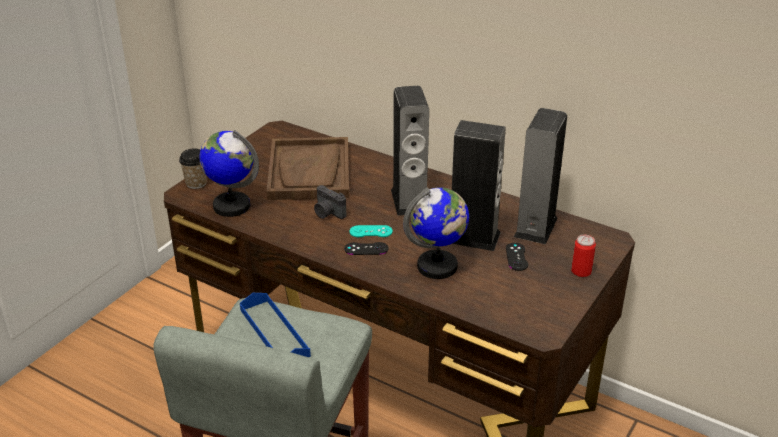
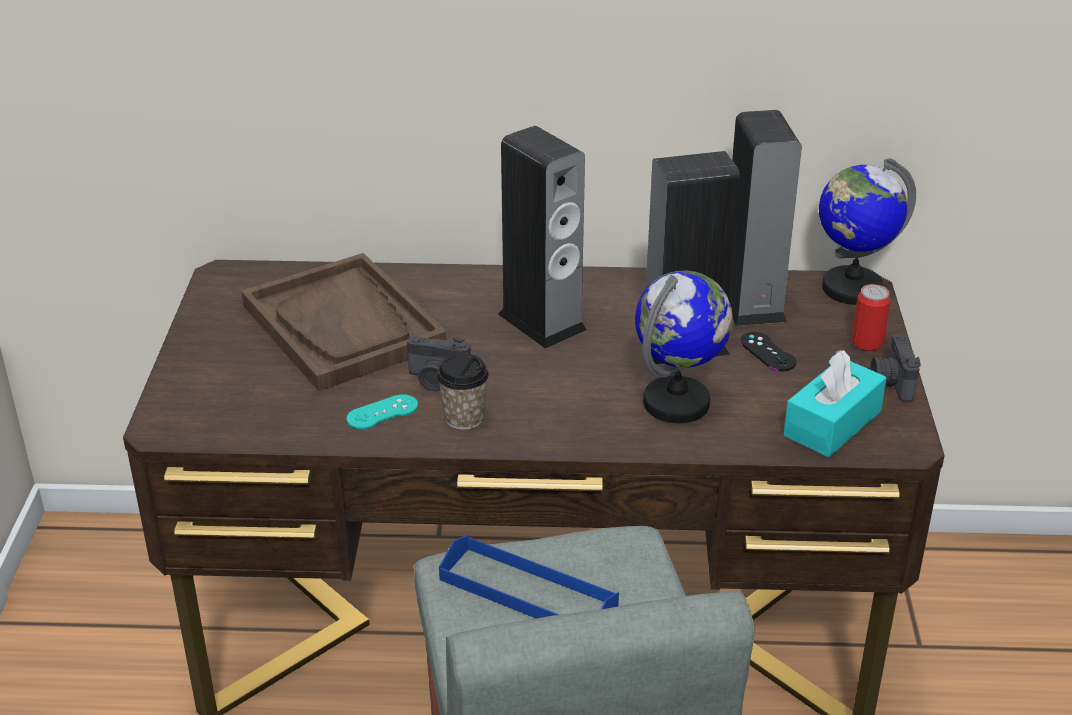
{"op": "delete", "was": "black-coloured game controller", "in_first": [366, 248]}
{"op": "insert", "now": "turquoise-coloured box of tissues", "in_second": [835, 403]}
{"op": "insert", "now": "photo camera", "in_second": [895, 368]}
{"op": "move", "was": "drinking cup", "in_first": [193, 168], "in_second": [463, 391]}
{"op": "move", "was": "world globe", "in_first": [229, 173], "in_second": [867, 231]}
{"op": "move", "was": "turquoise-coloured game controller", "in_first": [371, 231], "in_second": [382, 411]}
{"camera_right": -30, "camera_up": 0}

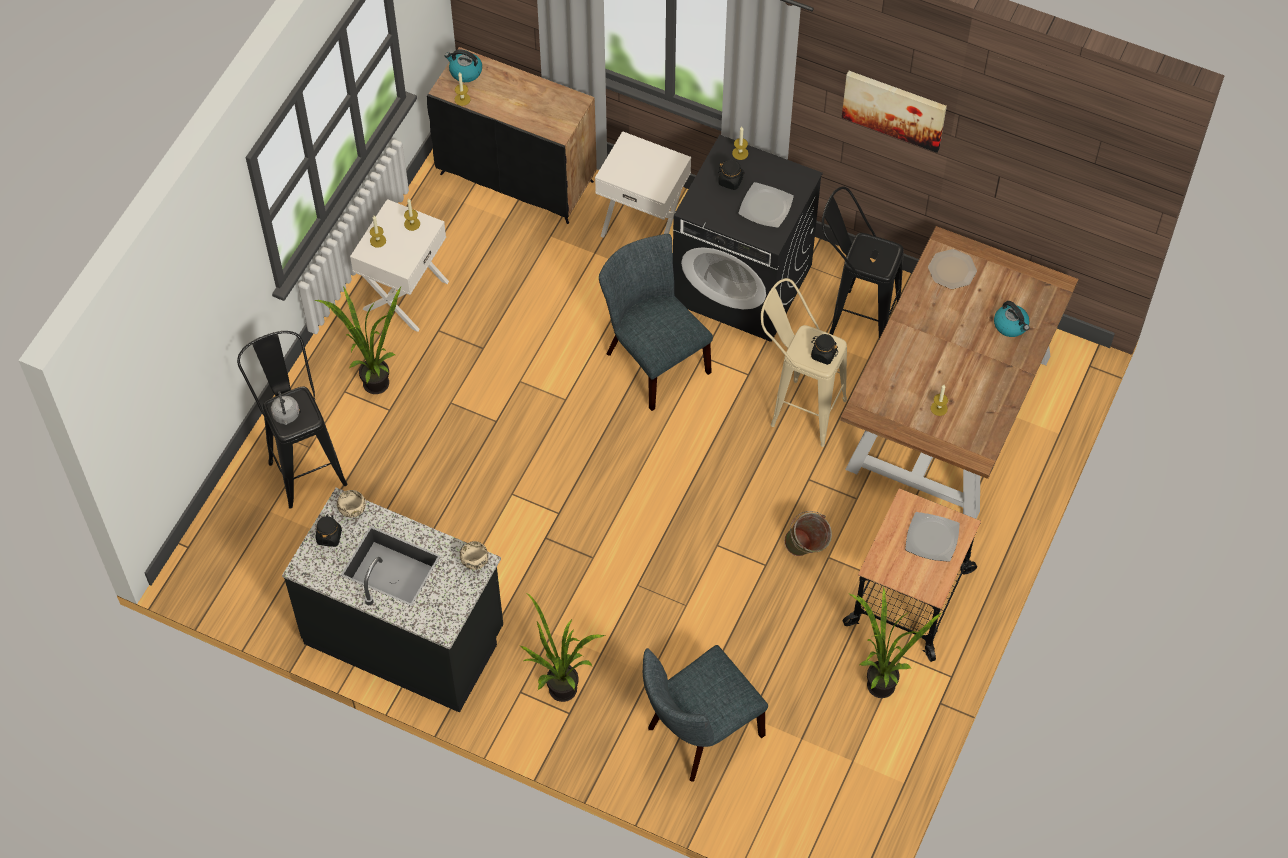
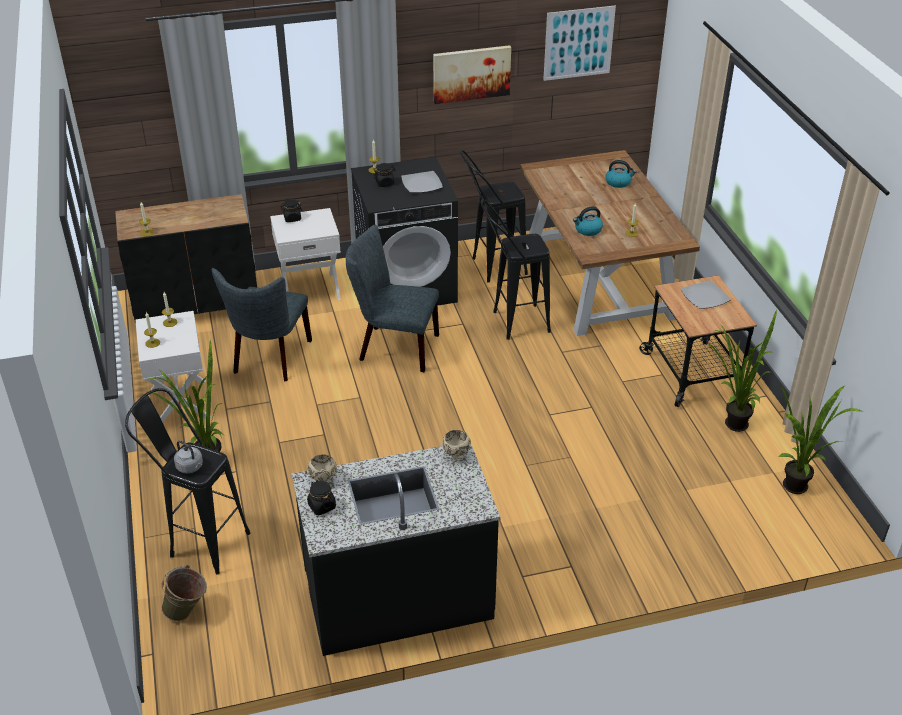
{"op": "delete", "was": "plate", "in_first": [952, 269]}
{"op": "insert", "now": "wall picture", "in_second": [579, 43]}
{"op": "move", "was": "kettle", "in_first": [463, 65], "in_second": [588, 221]}
{"op": "move", "was": "houseplant", "in_first": [562, 647], "in_second": [820, 439]}
{"op": "move", "was": "greyish upright chair", "in_first": [705, 713], "in_second": [262, 325]}
{"op": "move", "was": "greenish water bucket", "in_first": [808, 533], "in_second": [184, 593]}
{"op": "move", "was": "black-coloured jar", "in_first": [824, 349], "in_second": [291, 210]}
{"op": "recolor", "was": "beige sitting stool", "now": "black-coloured sitting stool", "in_first": [804, 362], "in_second": [516, 269]}
{"camera_right": -40, "camera_up": -20}

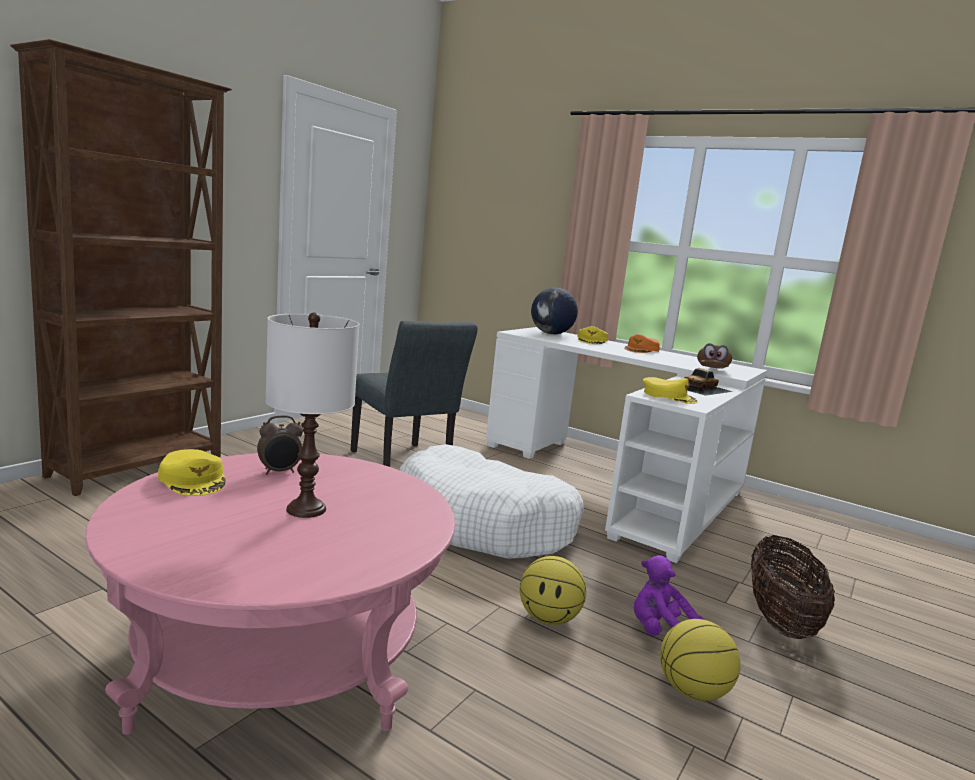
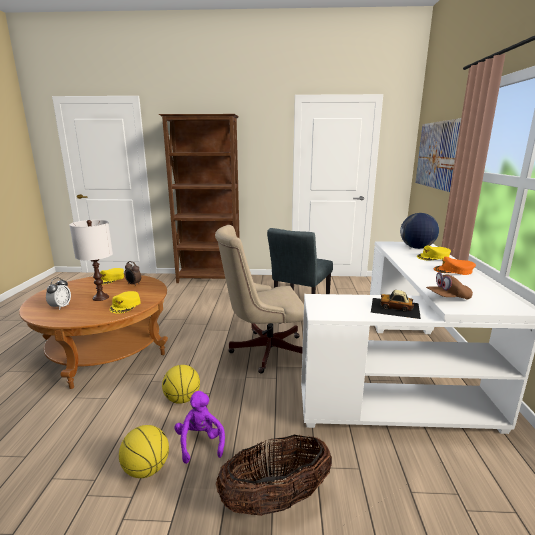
{"op": "insert", "now": "table clock", "in_second": [58, 294]}
{"op": "insert", "now": "wall picture", "in_second": [438, 155]}
{"op": "move", "was": "yellow peaked cap", "in_first": [670, 390], "in_second": [125, 302]}
{"op": "replace", "was": "whitish dog bed", "now": "beige desk chair", "in_first": [491, 501], "in_second": [259, 299]}
{"op": "recolor", "was": "pinkish low table", "now": "brownish low table", "in_first": [270, 594], "in_second": [93, 332]}
{"camera_right": 60, "camera_up": 5}

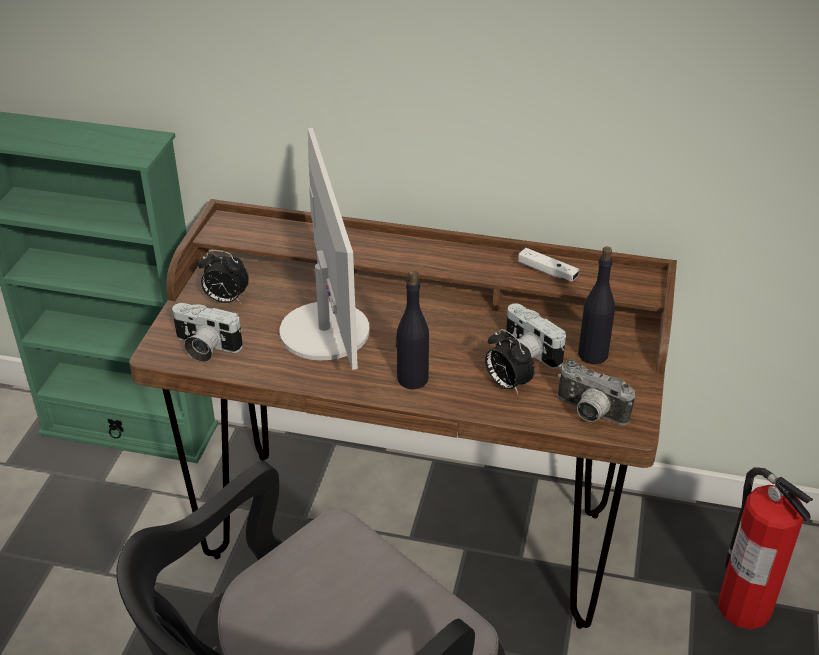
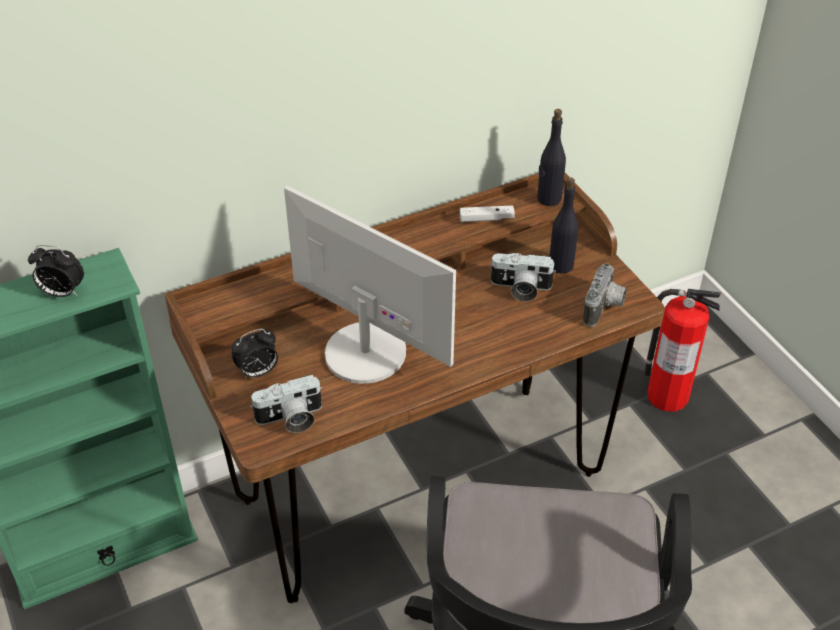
{"op": "move", "was": "black-coloured beverage bottle", "in_first": [412, 330], "in_second": [551, 157]}
{"op": "move", "was": "table clock", "in_first": [510, 361], "in_second": [56, 271]}
{"op": "rotate", "was": "photo camera", "in_first": [596, 392], "in_second": [605, 295], "clockwise": -60}
{"camera_right": -40, "camera_up": 5}

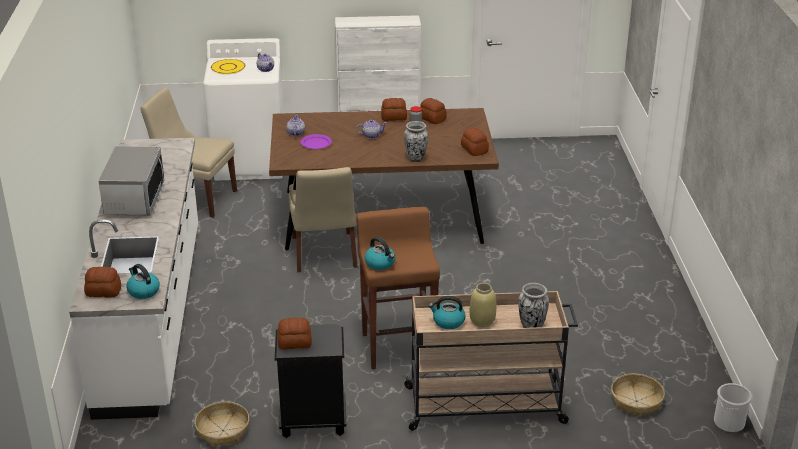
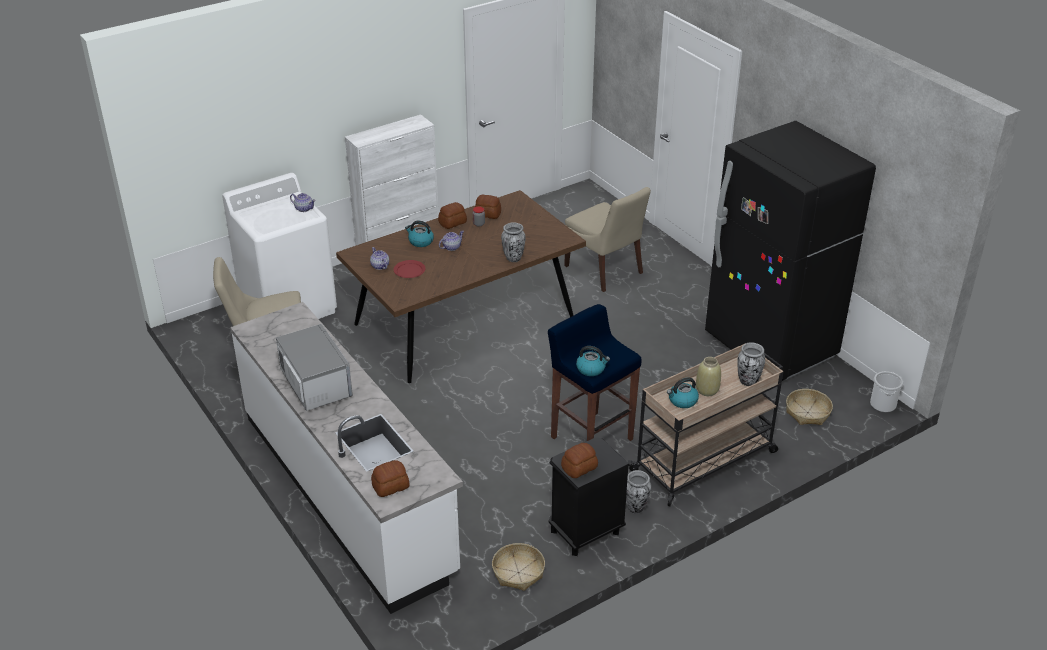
{"op": "delete", "was": "yellow plate", "in_first": [228, 66]}
{"op": "delete", "was": "bread", "in_first": [475, 142]}
{"op": "insert", "now": "flower vase", "in_second": [638, 492]}
{"op": "insert", "now": "black-coloured kitchen fridge", "in_second": [790, 251]}
{"op": "move", "was": "kettle", "in_first": [143, 281], "in_second": [419, 234]}
{"op": "move", "was": "beige upright chair", "in_first": [322, 219], "in_second": [607, 239]}
{"op": "recolor", "was": "purple-coloured plate", "now": "reddish plate", "in_first": [316, 141], "in_second": [409, 269]}
{"op": "recolor", "was": "brownish sitting stool", "now": "blue-coloured sitting stool", "in_first": [398, 288], "in_second": [595, 372]}
{"camera_right": -30, "camera_up": 5}

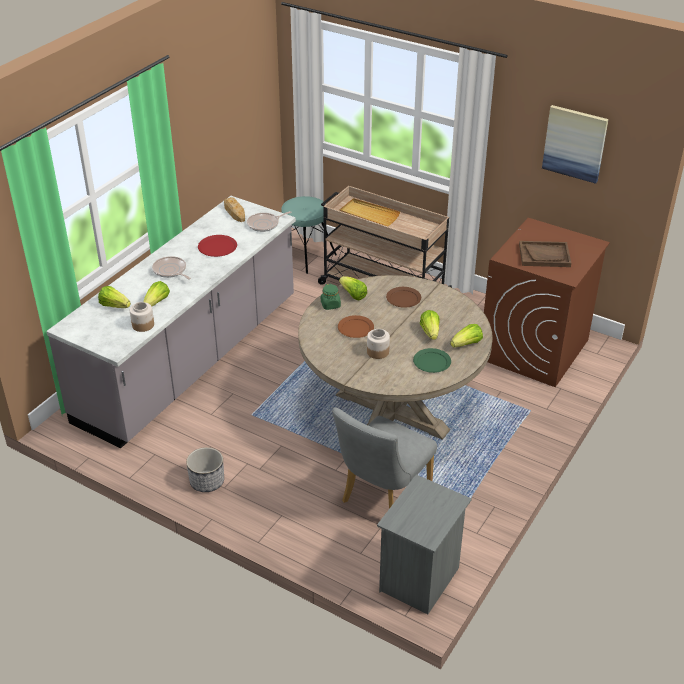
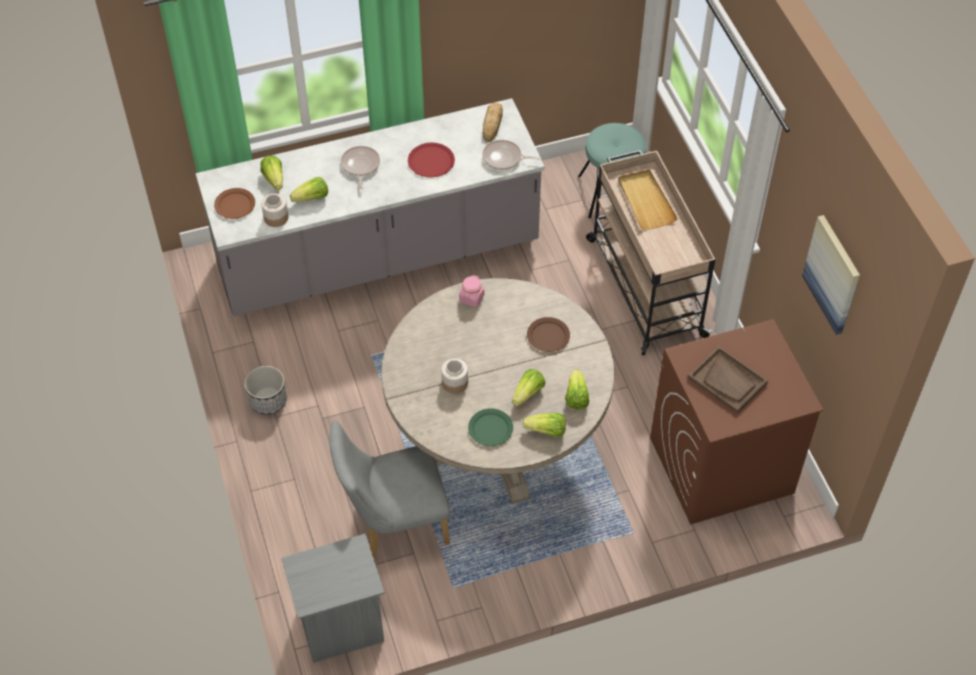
{"op": "move", "was": "brownish plate", "in_first": [356, 326], "in_second": [234, 203]}
{"op": "move", "was": "lettuce head", "in_first": [353, 288], "in_second": [577, 389]}
{"op": "recolor", "was": "greenish jar", "now": "pinkish jar", "in_first": [331, 296], "in_second": [471, 291]}
{"camera_right": 40, "camera_up": 15}

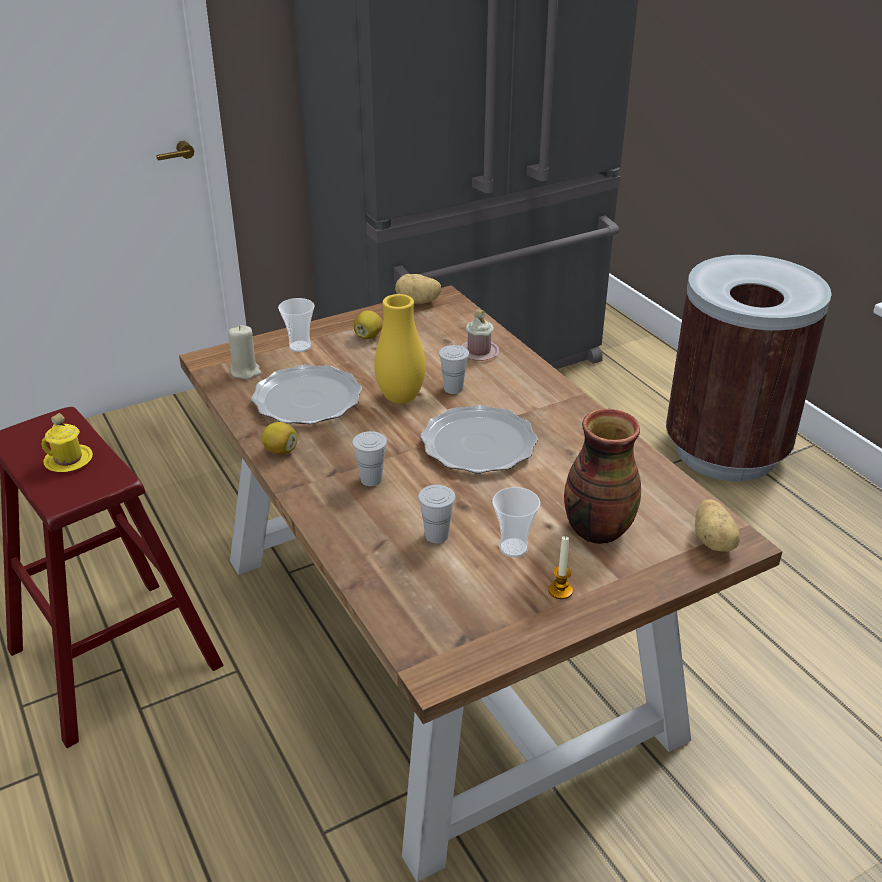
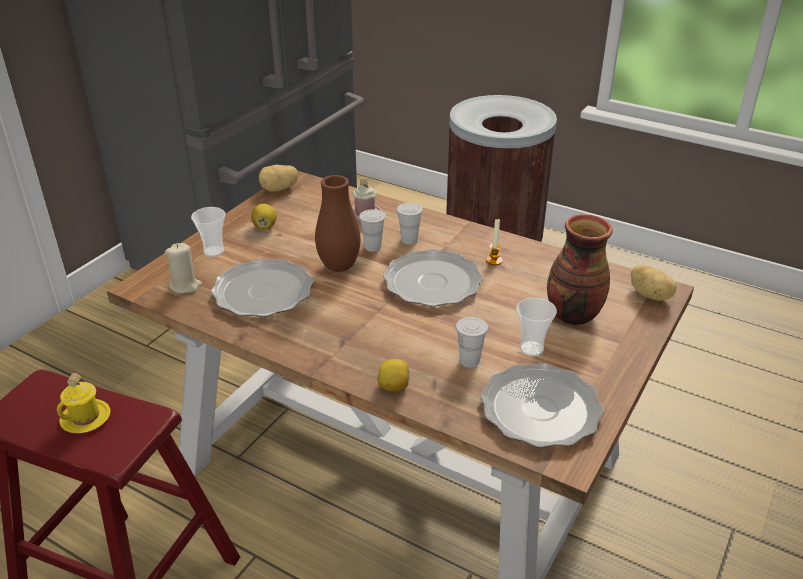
{"op": "insert", "now": "plate", "in_second": [542, 405]}
{"op": "move", "was": "whole lemon", "in_first": [280, 438], "in_second": [393, 375]}
{"op": "move", "was": "whitish drinking cup", "in_first": [369, 458], "in_second": [410, 223]}
{"op": "move", "was": "wax candle", "in_first": [560, 567], "in_second": [494, 241]}
{"op": "recolor", "was": "yellow flower vase", "now": "brownish flower vase", "in_first": [400, 349], "in_second": [338, 223]}
{"camera_right": -30, "camera_up": 0}

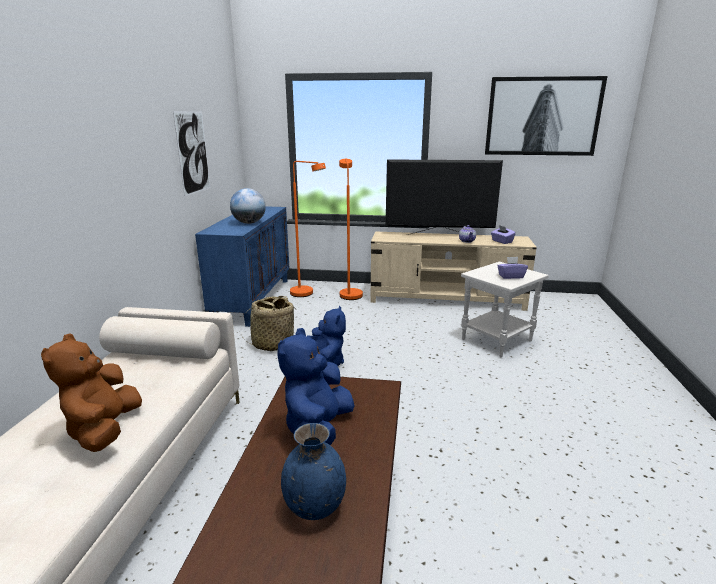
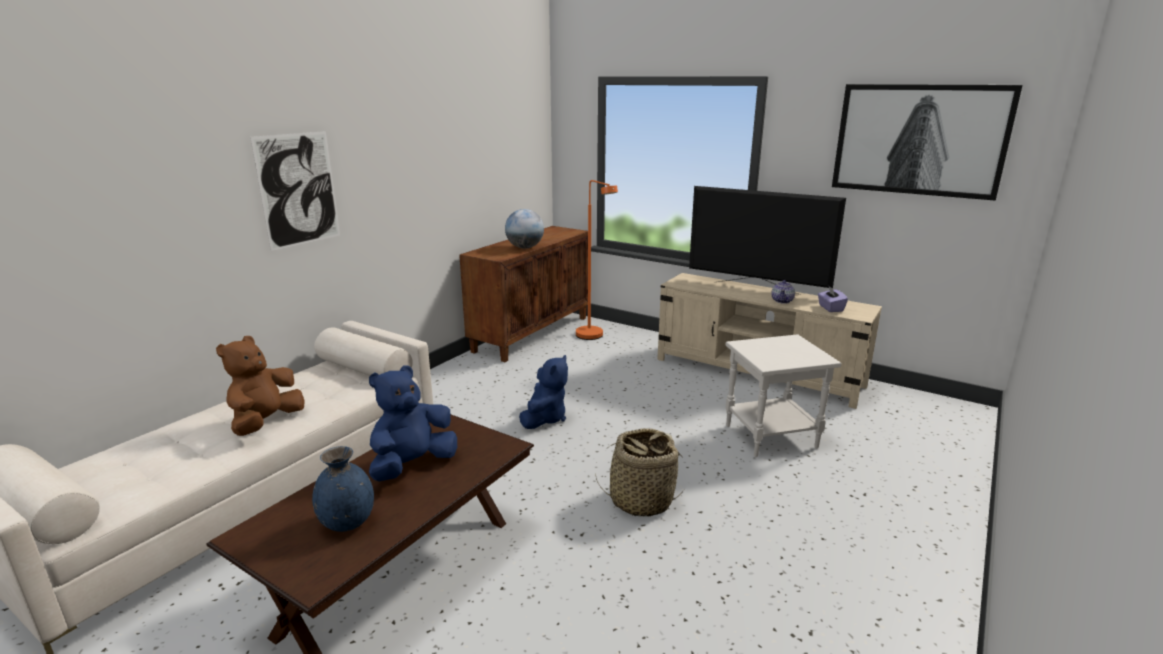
{"op": "delete", "was": "orange-coloured standard lamp", "in_first": [351, 229]}
{"op": "delete", "was": "purple-coloured box of tissues", "in_first": [512, 268]}
{"op": "move", "was": "wall picture", "in_first": [192, 154], "in_second": [295, 191]}
{"op": "move", "was": "storage basket", "in_first": [267, 323], "in_second": [639, 472]}
{"op": "recolor", "was": "blue-coloured storage cabinet", "now": "brownish storage cabinet", "in_first": [242, 266], "in_second": [523, 294]}
{"camera_right": 25, "camera_up": 0}

